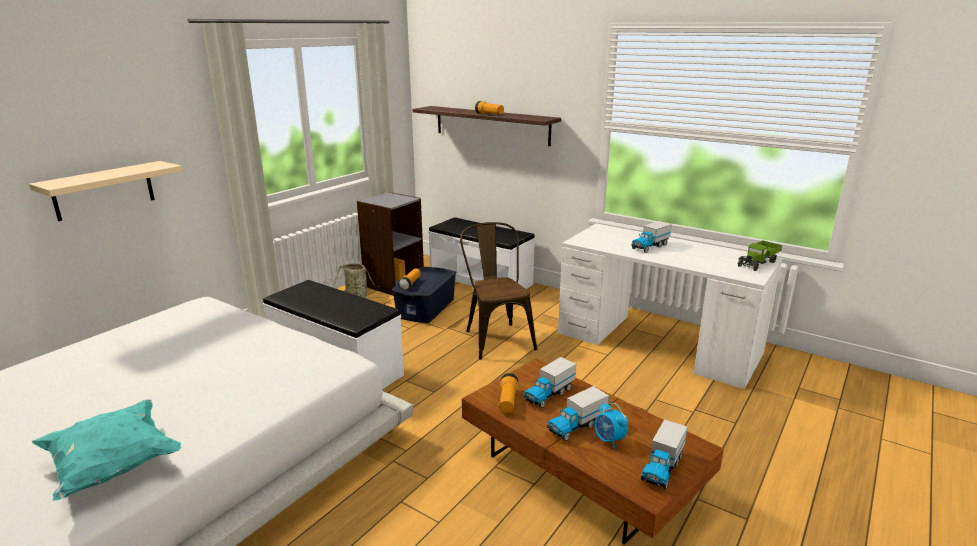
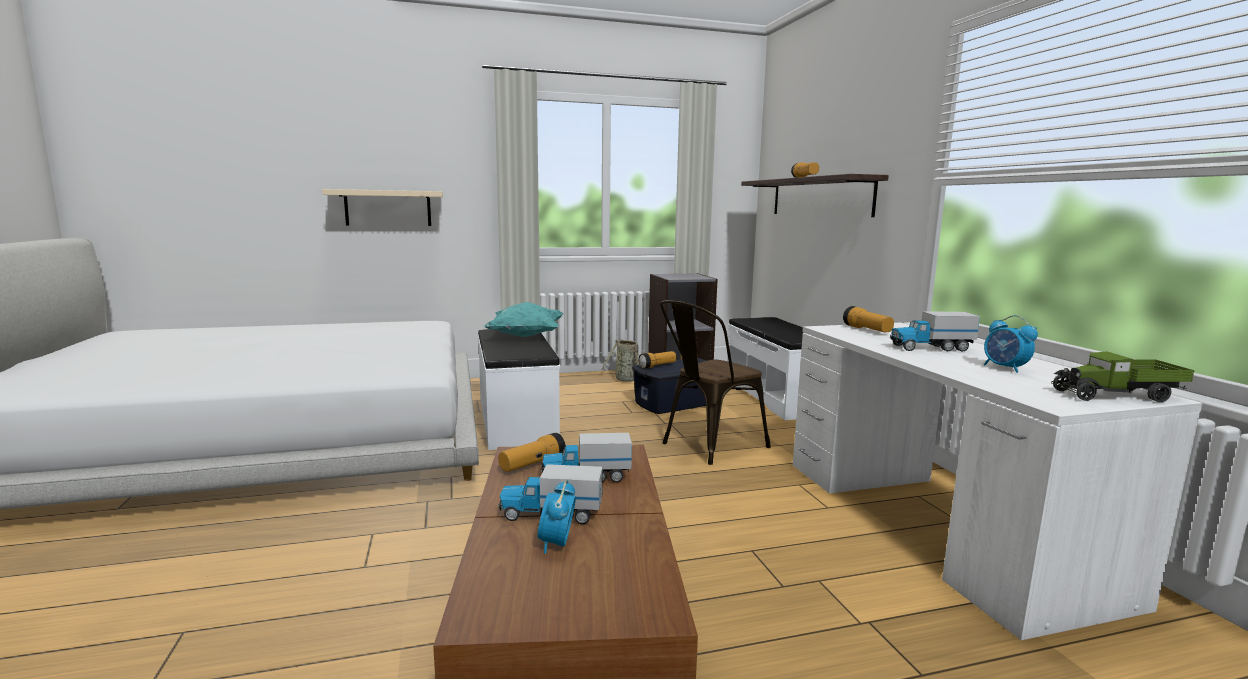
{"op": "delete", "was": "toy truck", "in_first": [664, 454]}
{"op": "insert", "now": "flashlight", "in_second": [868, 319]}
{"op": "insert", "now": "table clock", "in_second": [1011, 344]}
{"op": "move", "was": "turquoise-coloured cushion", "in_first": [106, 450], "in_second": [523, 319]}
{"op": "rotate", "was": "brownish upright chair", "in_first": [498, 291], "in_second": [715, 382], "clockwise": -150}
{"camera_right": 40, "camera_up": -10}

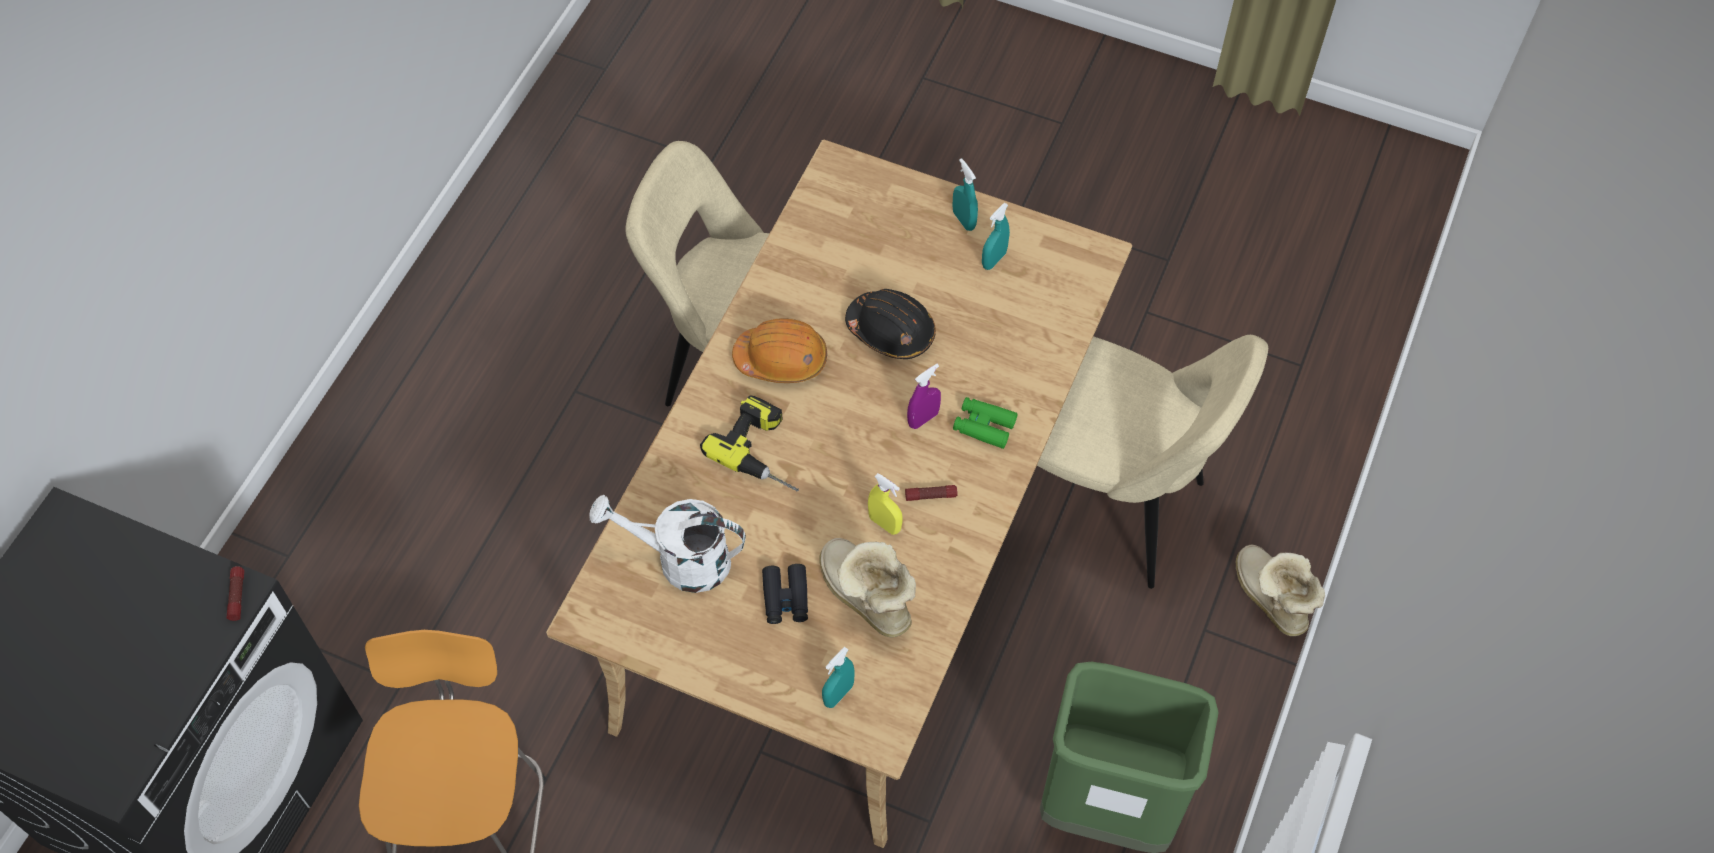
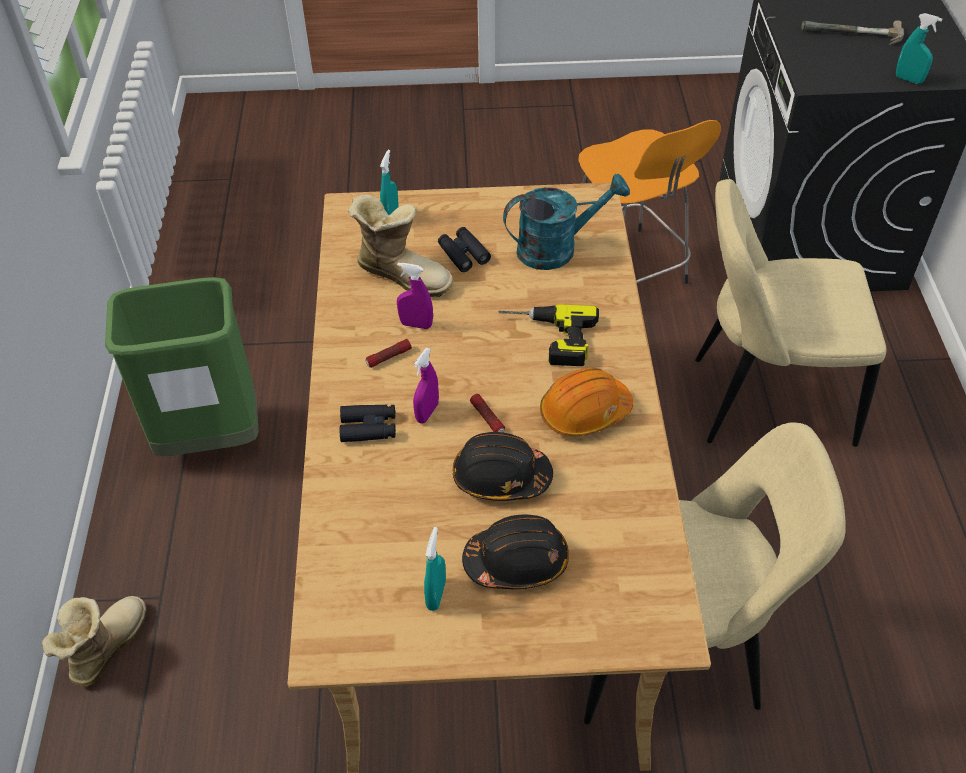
{"op": "insert", "now": "black-coloured work helmet", "in_second": [515, 552]}
{"op": "insert", "now": "tool hammer", "in_second": [853, 32]}
{"op": "move", "was": "flashlight", "in_first": [235, 593], "in_second": [487, 413]}
{"op": "move", "was": "turquoise-coloured spray bottle", "in_first": [965, 194], "in_second": [919, 48]}
{"op": "move", "was": "beige upright chair", "in_first": [1152, 462], "in_second": [791, 313]}
{"op": "recolor", "was": "whitish watering can", "now": "turquoise-coloured watering can", "in_first": [668, 544], "in_second": [566, 222]}
{"op": "recolor", "was": "yellow spray bottle", "now": "purple-coloured spray bottle", "in_first": [885, 504], "in_second": [415, 296]}
{"op": "recolor", "was": "greenish field glasses", "now": "black-coloured field glasses", "in_first": [985, 423], "in_second": [368, 423]}
{"op": "rotate", "was": "boot", "in_first": [1280, 590], "in_second": [94, 641], "clockwise": -105}
{"camera_right": 155, "camera_up": -10}

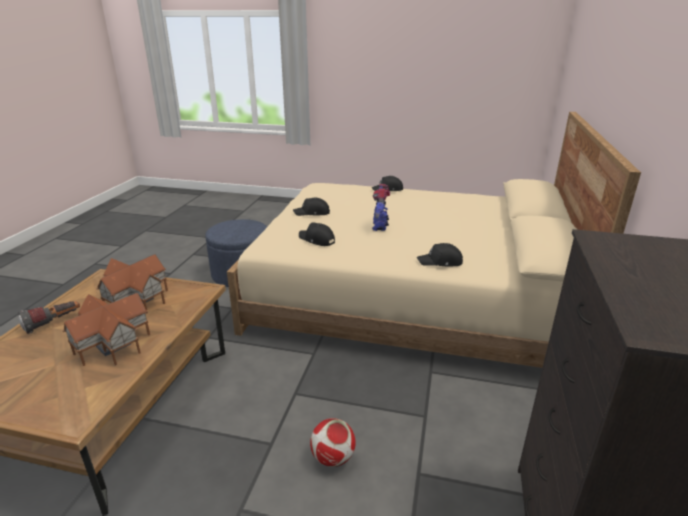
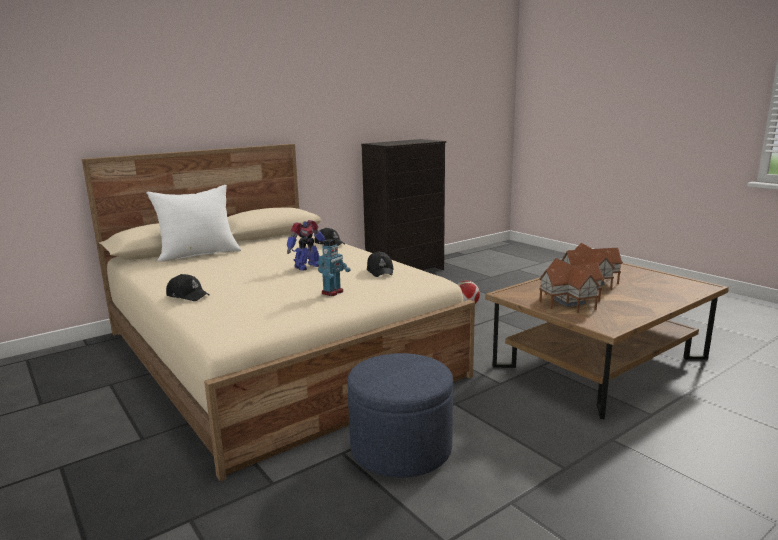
{"op": "delete", "was": "flashlight", "in_first": [49, 317]}
{"op": "insert", "now": "whitish cushion", "in_second": [193, 223]}
{"op": "replace", "was": "black-coloured peaked cap", "now": "toy robot", "in_first": [311, 207], "in_second": [334, 267]}
{"camera_right": -140, "camera_up": -10}

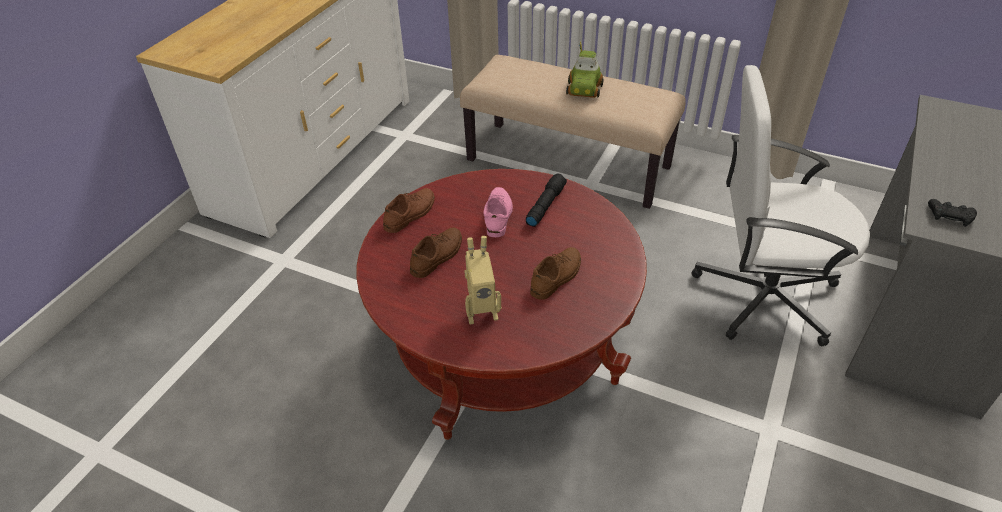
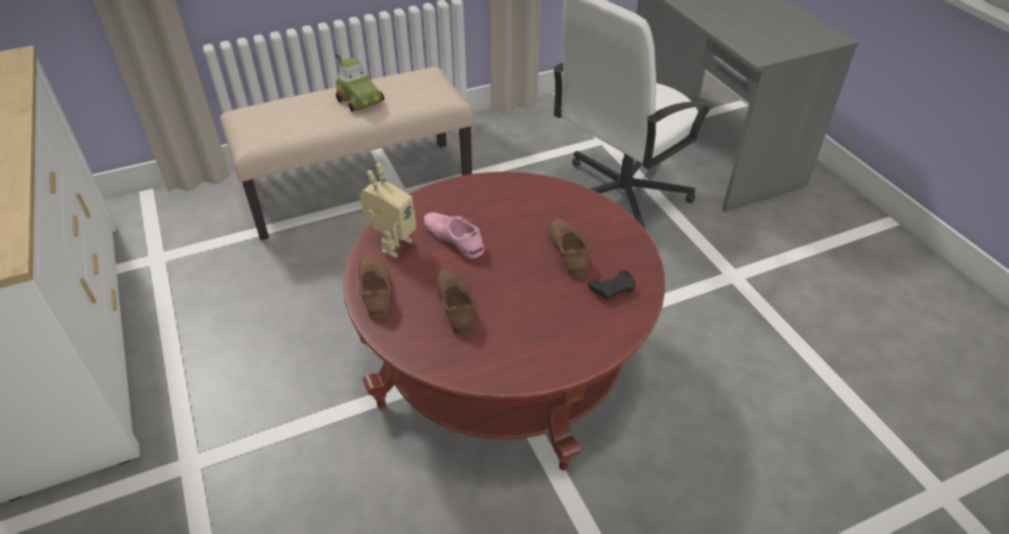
{"op": "delete", "was": "black-coloured flashlight", "in_first": [546, 200]}
{"op": "move", "was": "toy robot", "in_first": [482, 280], "in_second": [388, 210]}
{"op": "move", "was": "black-coloured game controller", "in_first": [952, 213], "in_second": [611, 285]}
{"camera_right": -50, "camera_up": 0}

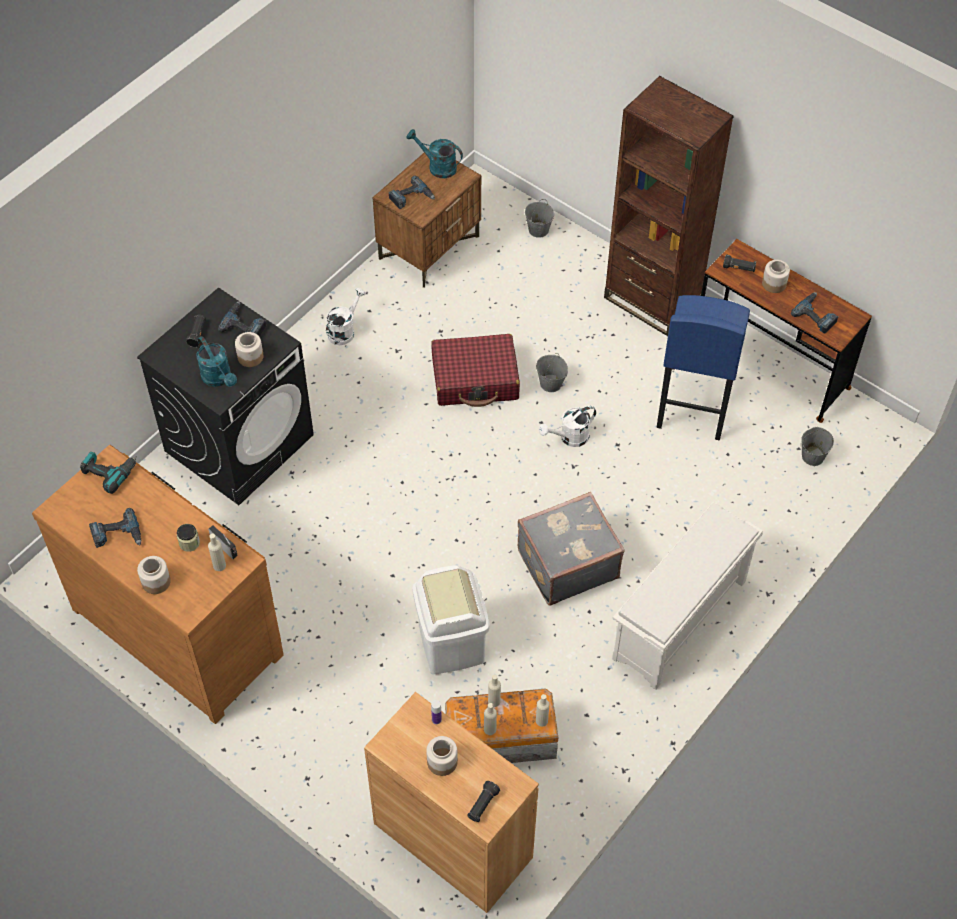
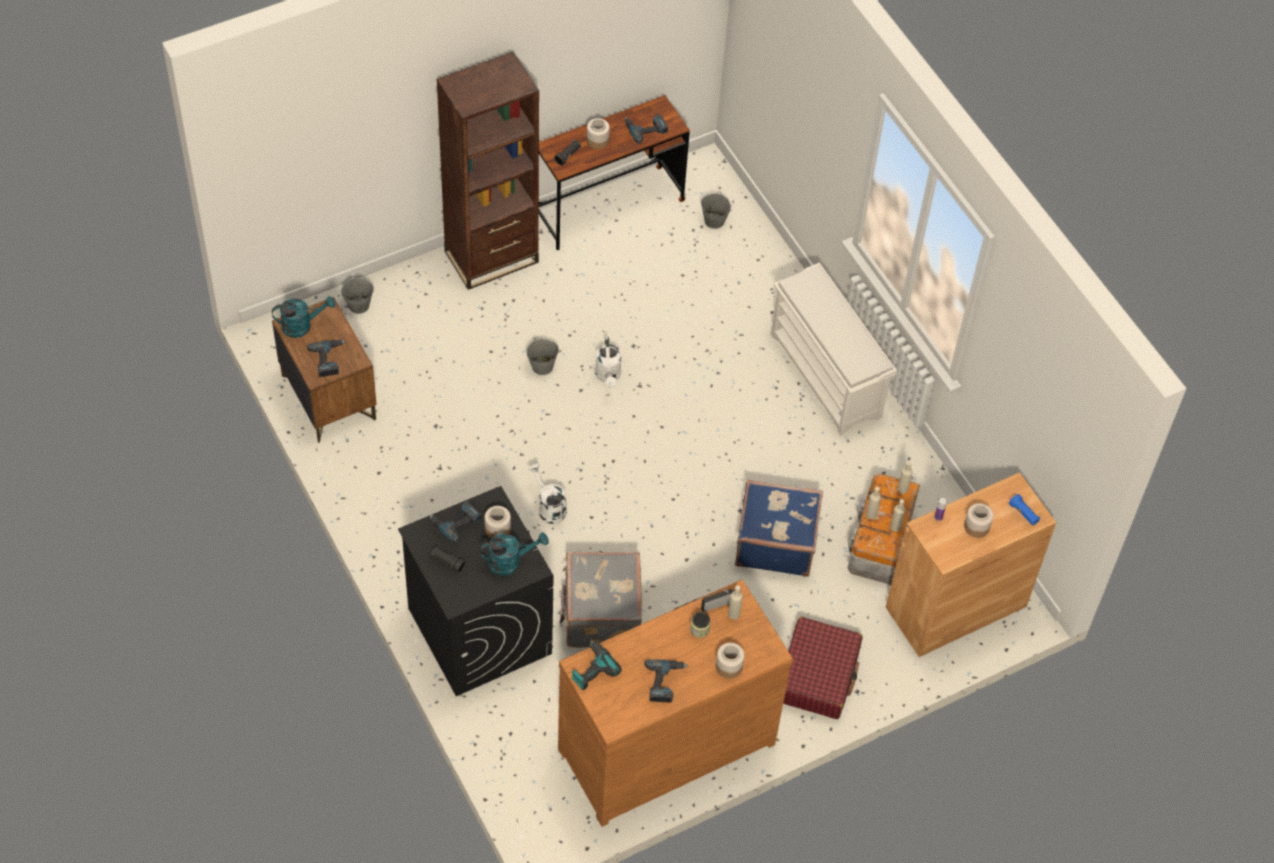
{"op": "delete", "was": "blue-coloured sitting stool", "in_first": [703, 367]}
{"op": "move", "was": "whitish watering can", "in_first": [346, 316], "in_second": [547, 493]}
{"op": "move", "was": "reddish travel case", "in_first": [475, 370], "in_second": [823, 668]}
{"op": "move", "was": "greyish travel case", "in_first": [571, 549], "in_second": [600, 600]}
{"op": "replace", "was": "whitish trash can", "now": "blue-coloured travel case", "in_first": [451, 619], "in_second": [779, 528]}
{"op": "recolor", "was": "black-coloured flashlight", "now": "blue-coloured flashlight", "in_first": [483, 801], "in_second": [1024, 510]}
{"op": "rotate", "was": "turquoise-coloured watering can", "in_first": [434, 153], "in_second": [303, 317], "clockwise": -150}
{"camera_right": -70, "camera_up": 0}

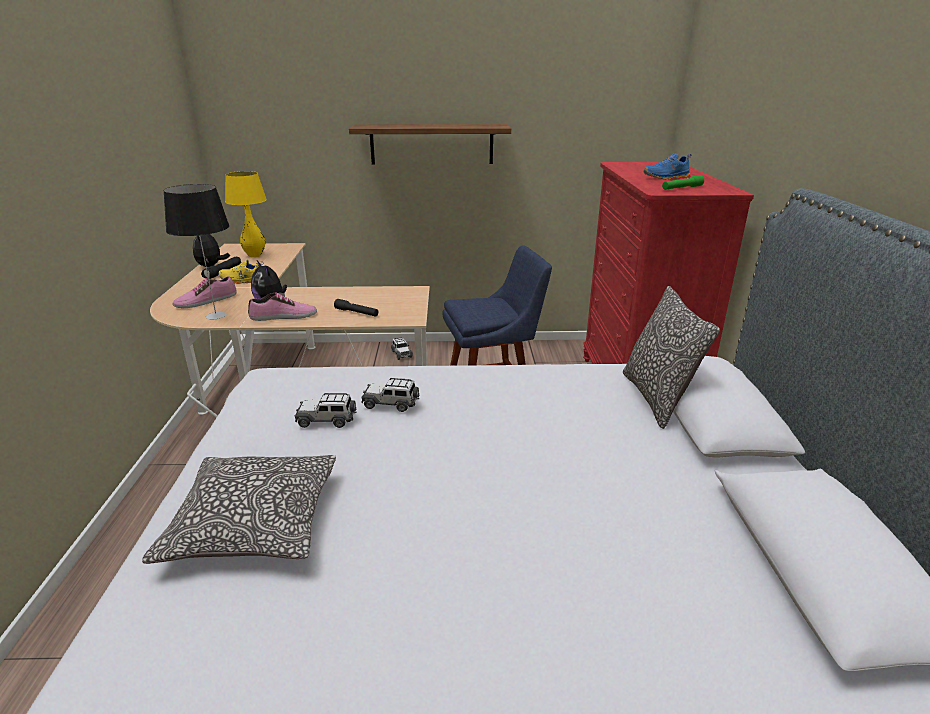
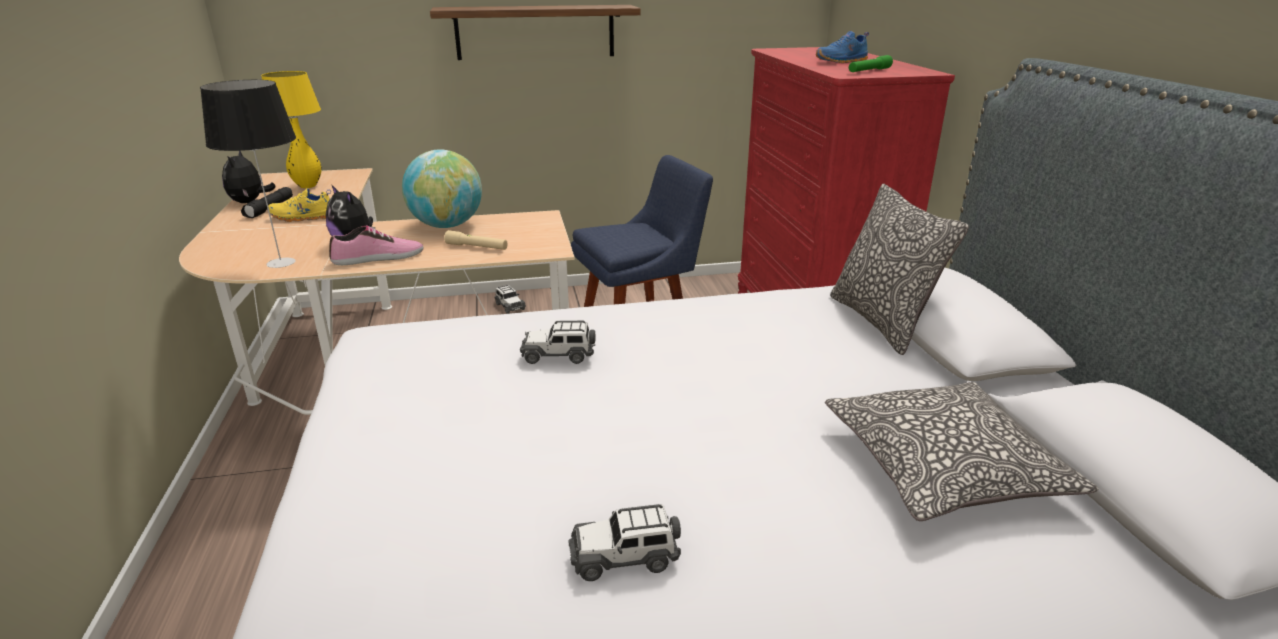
{"op": "delete", "was": "low shoe", "in_first": [205, 292]}
{"op": "insert", "now": "world globe", "in_second": [442, 188]}
{"op": "move", "was": "cushion", "in_first": [239, 509], "in_second": [962, 451]}
{"op": "move", "was": "miniature car", "in_first": [325, 410], "in_second": [625, 542]}
{"op": "recolor", "was": "black-coloured flashlight", "now": "beige flashlight", "in_first": [356, 308], "in_second": [476, 240]}
{"camera_right": -10, "camera_up": 0}

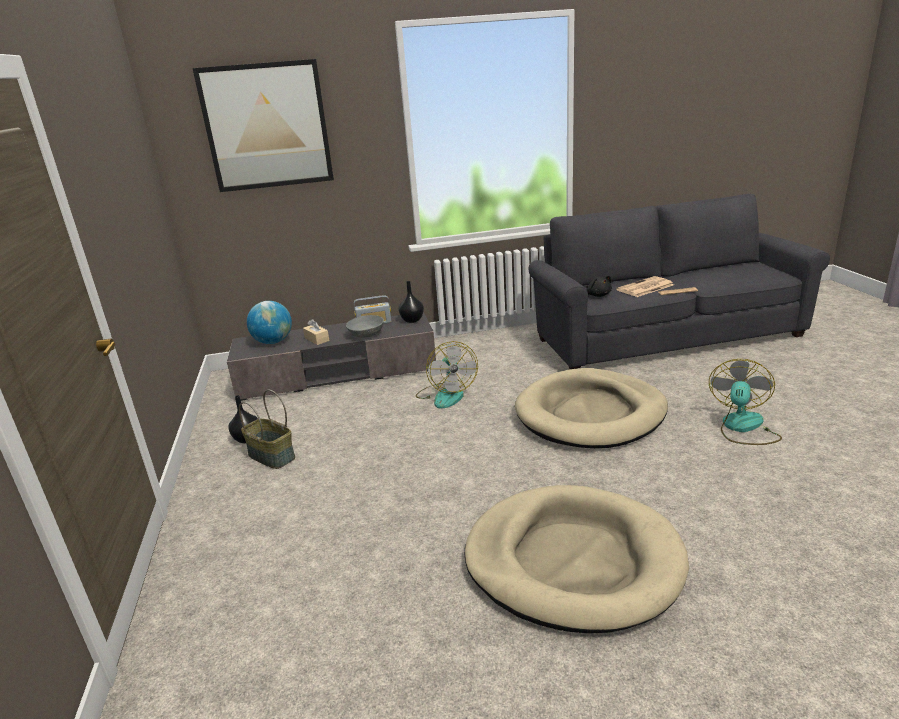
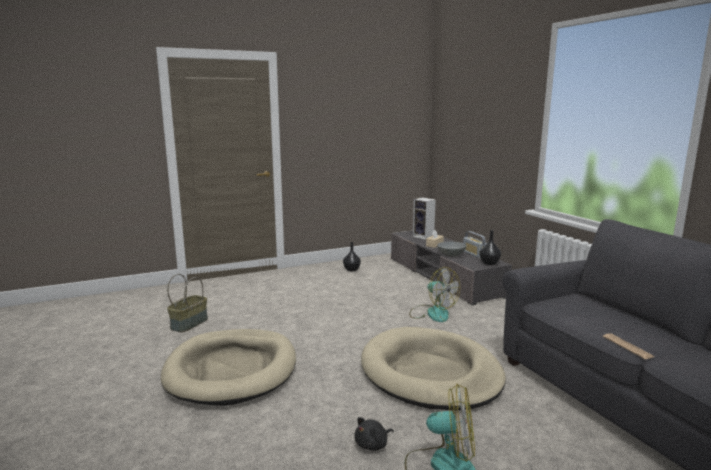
{"op": "delete", "was": "wall picture", "in_first": [263, 125]}
{"op": "delete", "was": "printed paper", "in_first": [645, 286]}
{"op": "move", "was": "storage basket", "in_first": [267, 429], "in_second": [187, 303]}
{"op": "move", "was": "black-coloured soft toy", "in_first": [599, 286], "in_second": [374, 433]}
{"op": "replace", "was": "world globe", "now": "audio speaker", "in_first": [269, 322], "in_second": [424, 218]}
{"op": "rotate", "was": "fan", "in_first": [447, 375], "in_second": [434, 294], "clockwise": -105}
{"camera_right": 75, "camera_up": -10}

